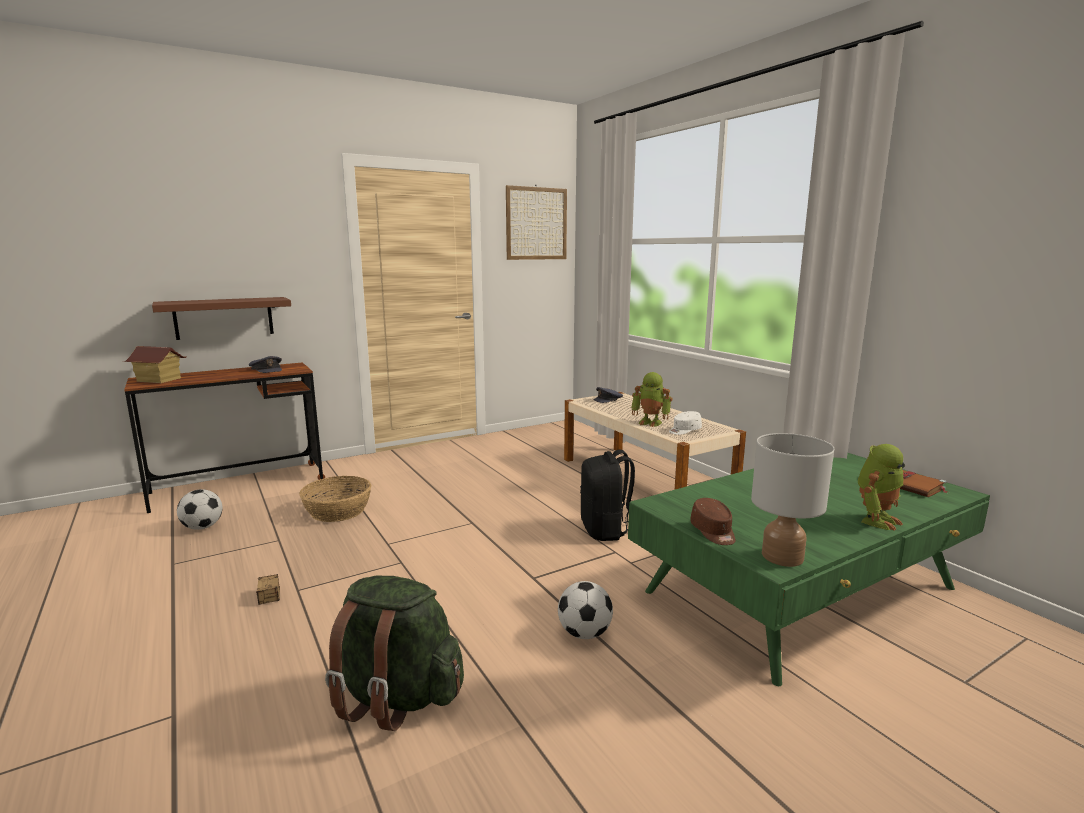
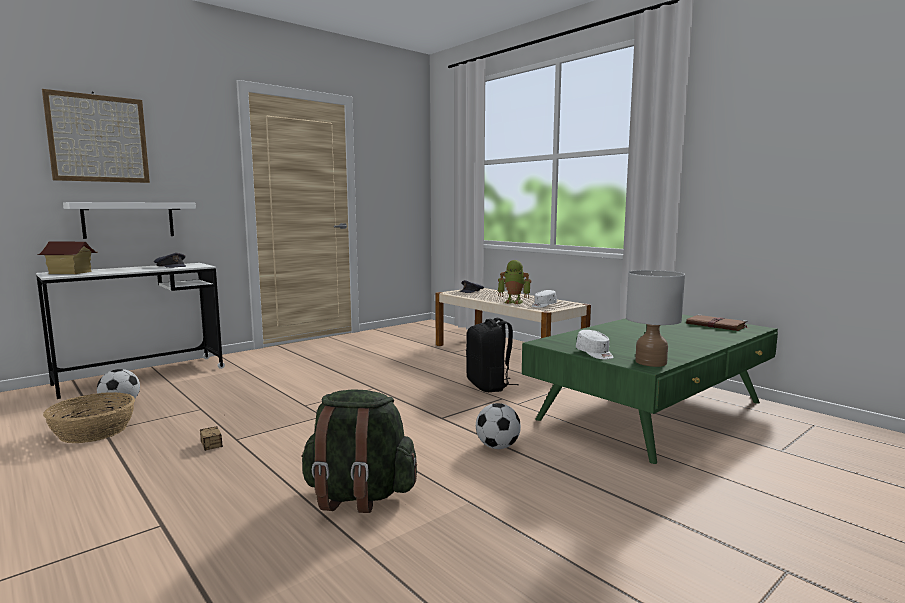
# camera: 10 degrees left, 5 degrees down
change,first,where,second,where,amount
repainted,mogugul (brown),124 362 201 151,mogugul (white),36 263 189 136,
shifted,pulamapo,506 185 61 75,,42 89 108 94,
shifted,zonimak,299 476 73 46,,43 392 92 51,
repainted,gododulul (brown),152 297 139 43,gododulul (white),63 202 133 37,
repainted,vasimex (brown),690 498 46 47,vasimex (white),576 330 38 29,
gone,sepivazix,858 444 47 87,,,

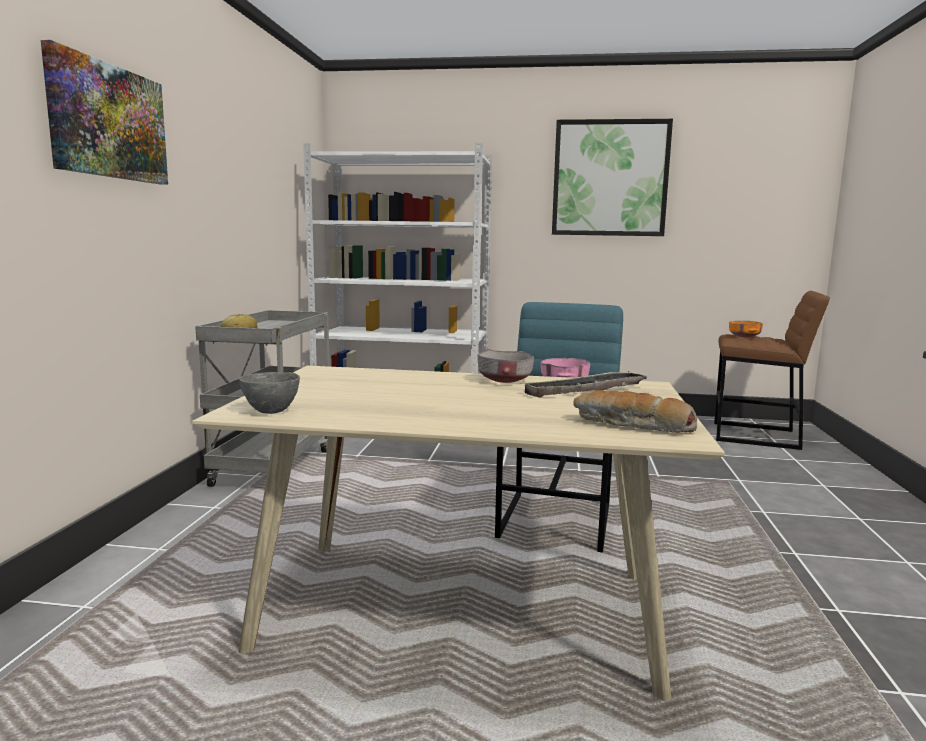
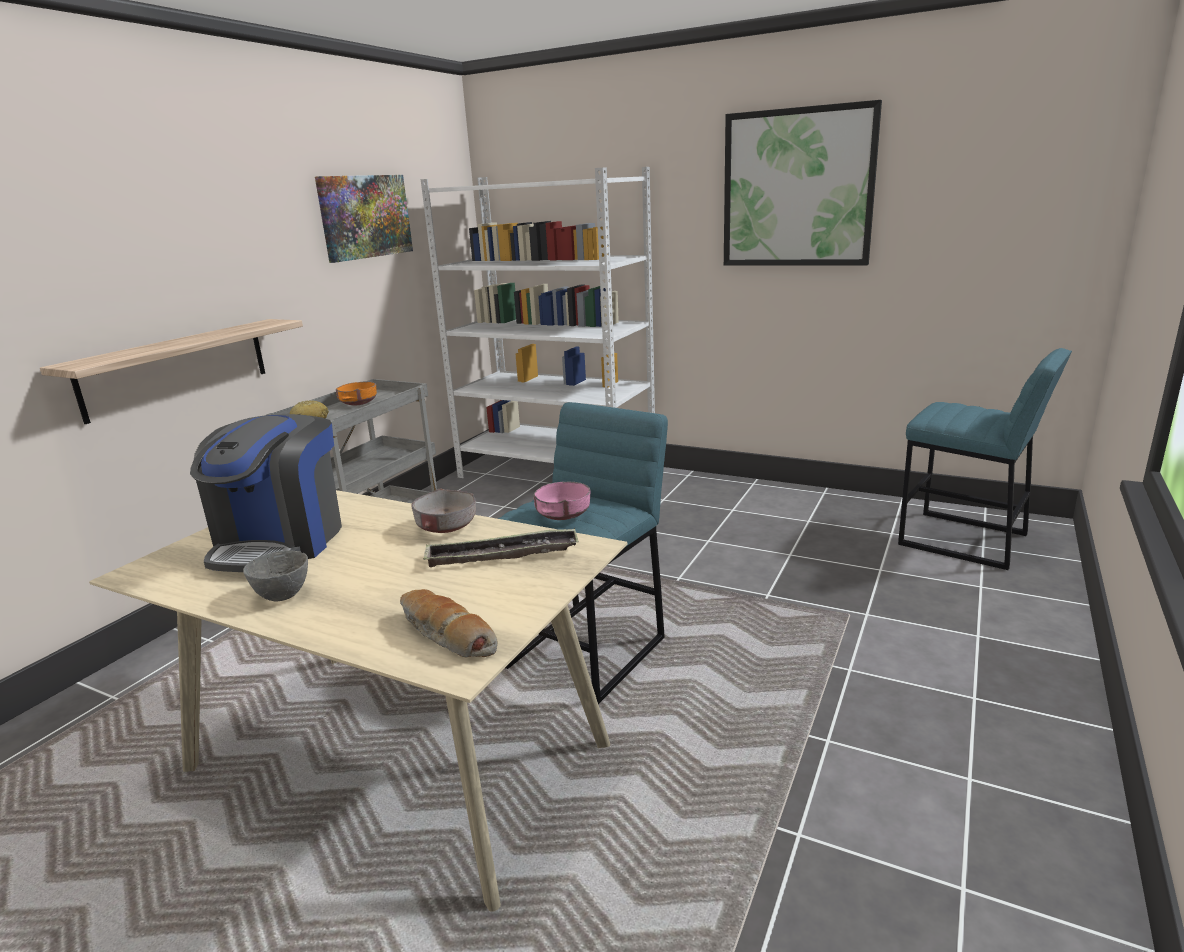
# camera: 20 degrees right, 10 degrees up
change,first,where,second,where,amount
new,,,gododulul,40 319 263 105,
new,,,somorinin,190 414 152 158,
shifted,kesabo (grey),239 372 61 42,,243 550 65 51,
shifted,pulamapo,41 40 127 145,,315 175 98 88,
shifted,kesabo (orange),729 321 34 17,,336 381 41 25,
repainted,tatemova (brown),714 291 116 159,tatemova (blue),898 348 174 222,

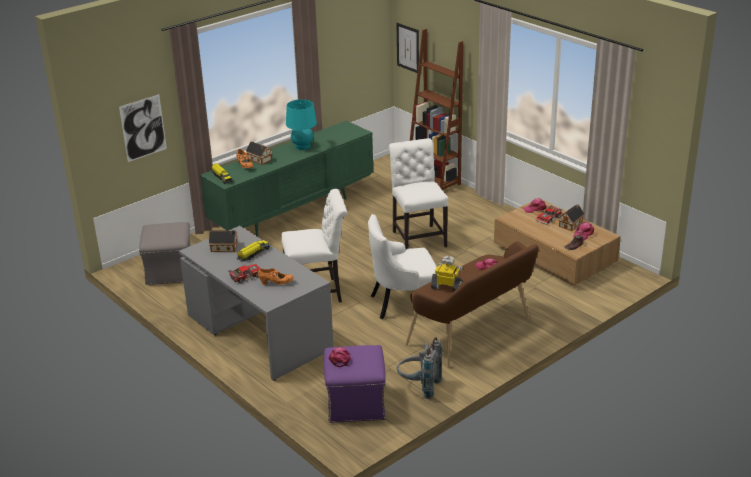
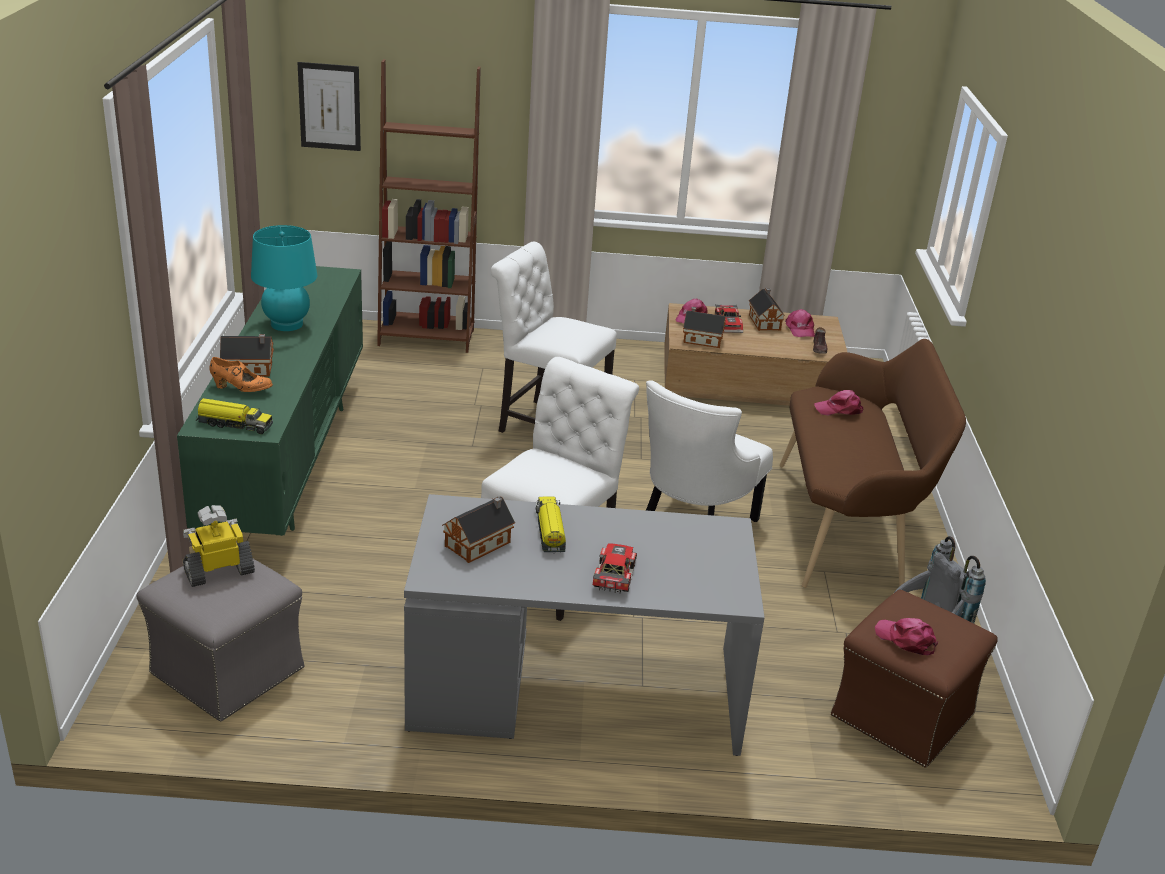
# camera: 50 degrees left, 0 degrees up
change,first,where,second,where,amount
shifted,sepivazix,431 256 32 36,,183 505 72 82,
new,,,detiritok,683 307 43 41,
repainted,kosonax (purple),324 345 62 78,kosonax (brown),831 590 167 178,
gone,pulamapo,119 94 48 68,,,
gone,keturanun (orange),258 268 36 17,,,

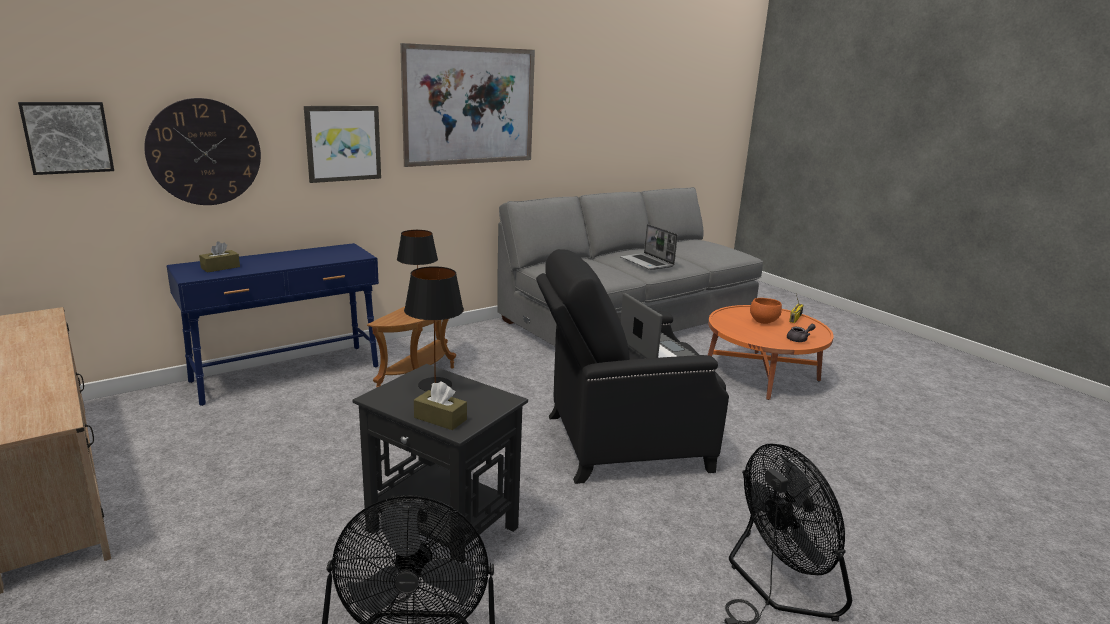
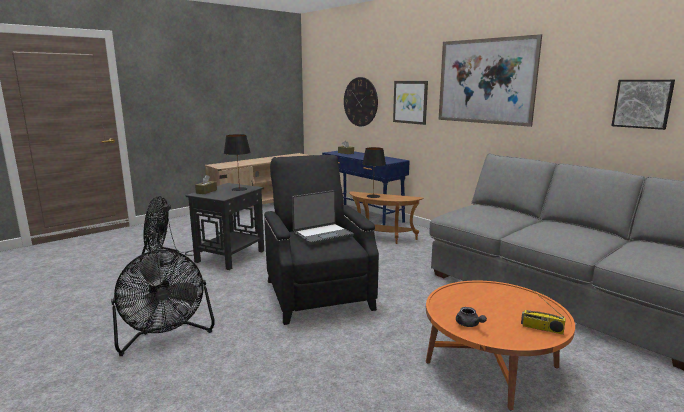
# camera: 85 degrees right, 5 degrees down
change,first,where,second,where,amount
shifted,pulamapo,18 102 96 73,,611 80 64 50,
gone,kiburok,620 224 58 46,,,
gone,kesabo (orange),750 298 32 26,,,

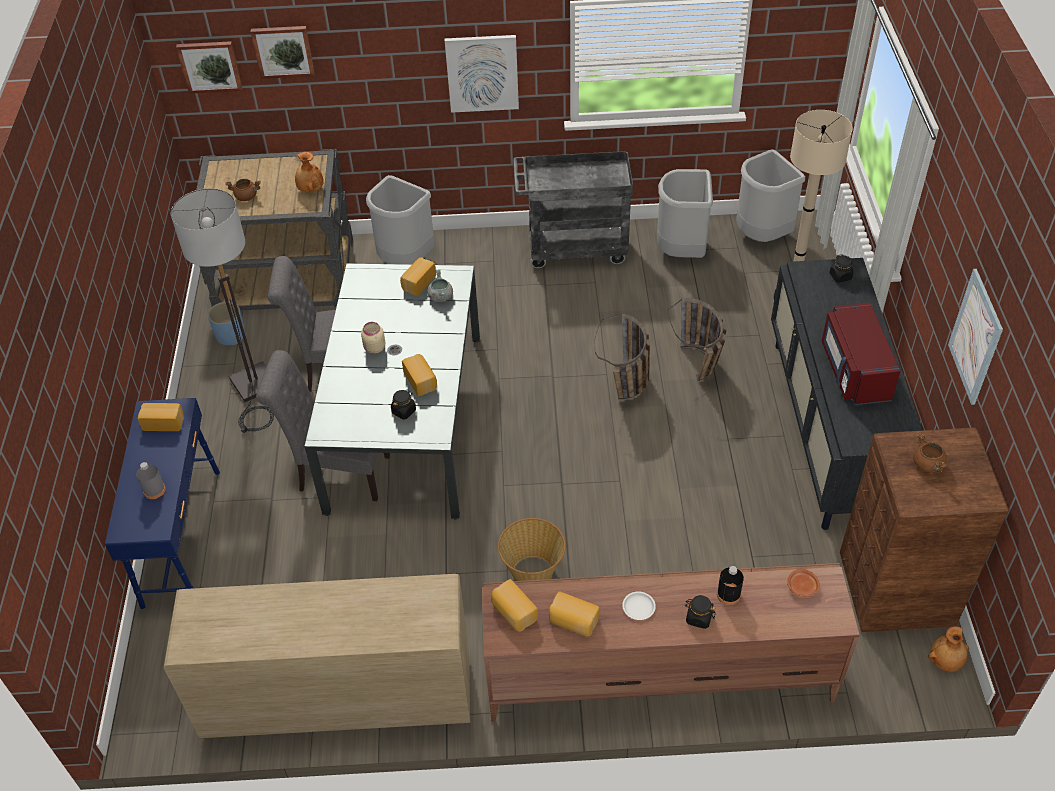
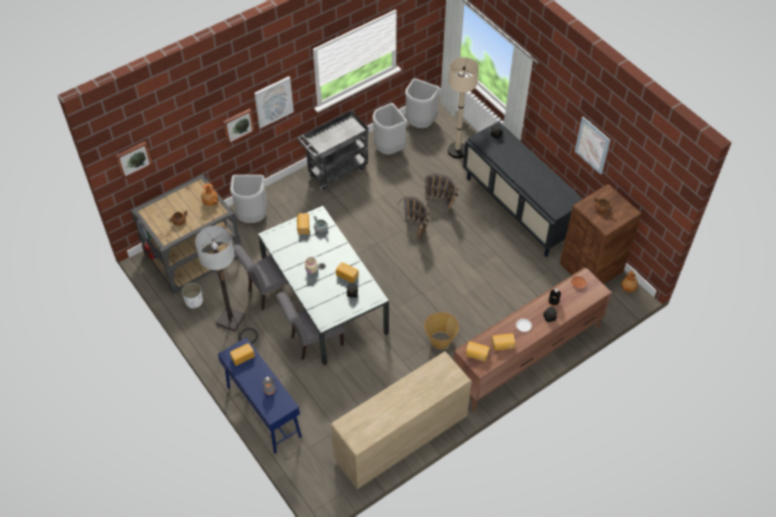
# camera: 35 degrees left, 5 degrees up
change,first,where,second,where,amount
repainted,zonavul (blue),208 302 37 43,zonavul (white),182 283 21 25,
shifted,pulamapo,250 26 65 53,,223 109 32 36,
gone,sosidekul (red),822 303 79 102,,,

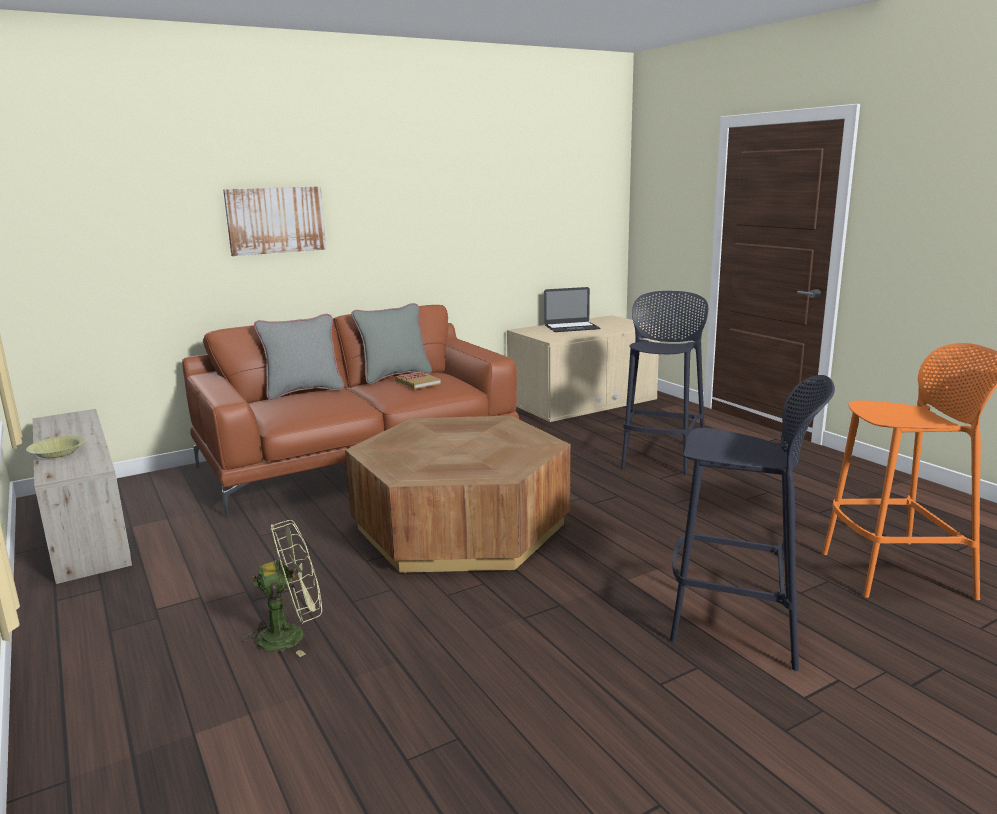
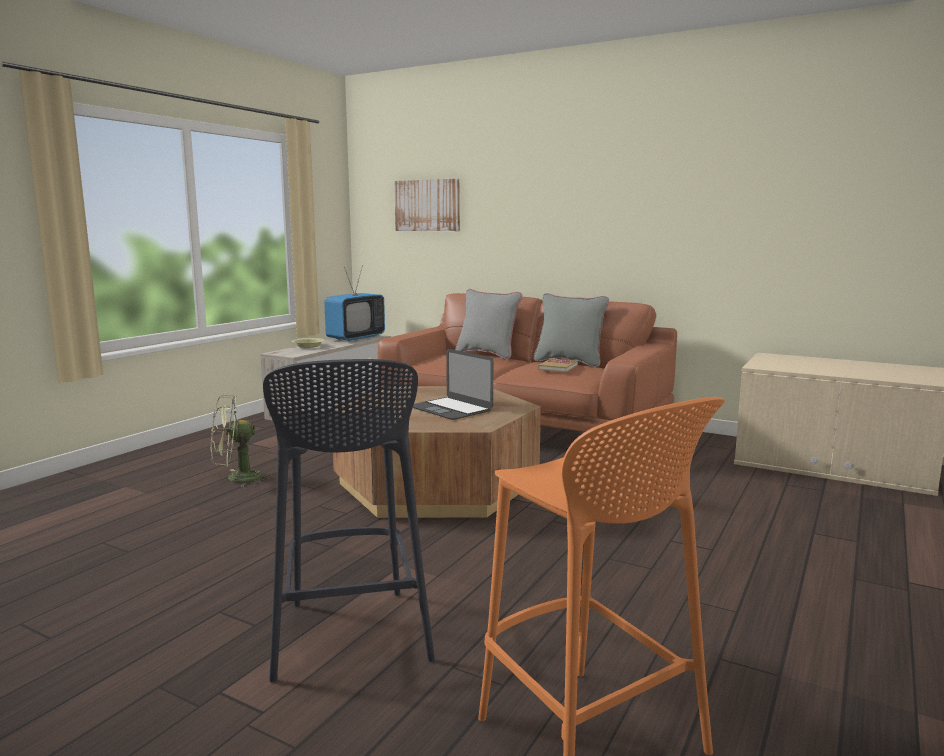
# camera: 60 degrees right, 5 degrees down
change,first,where,second,where,amount
rotated,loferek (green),242 520 80 137,,210 395 62 92,120 degrees clockwise
new,,,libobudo,324 267 61 74,
shifted,pulamapo,223 186 103 70,,394 179 66 52,
shifted,kiburok,544 287 56 45,,413 349 80 71,
gone,tatemova (grey),621 291 87 185,,,

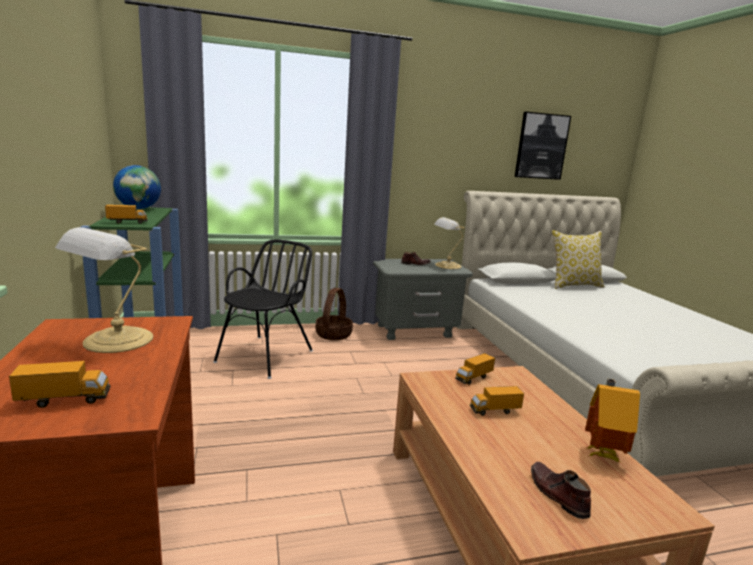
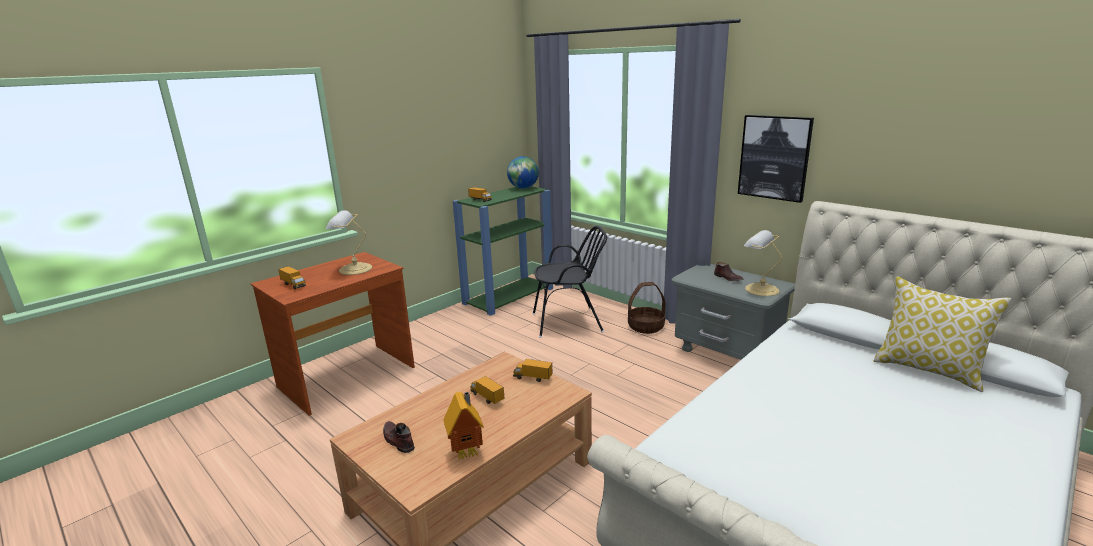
# camera: 60 degrees right, 5 degrees up
change,first,where,second,where,amount
rotated,keturanun (brown),531 462 60 57,,383 421 32 32,75 degrees counterclockwise
shifted,pulamapo,515 112 56 68,,738 115 76 88,

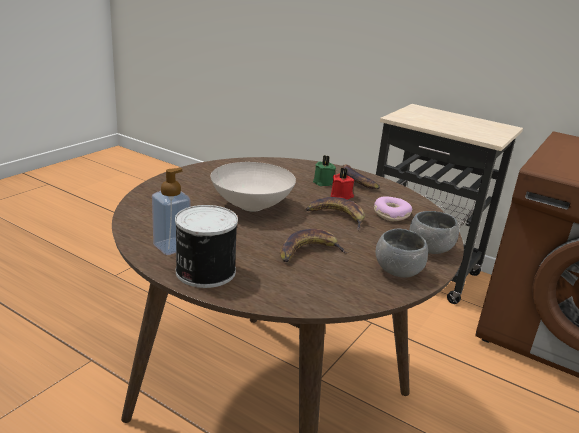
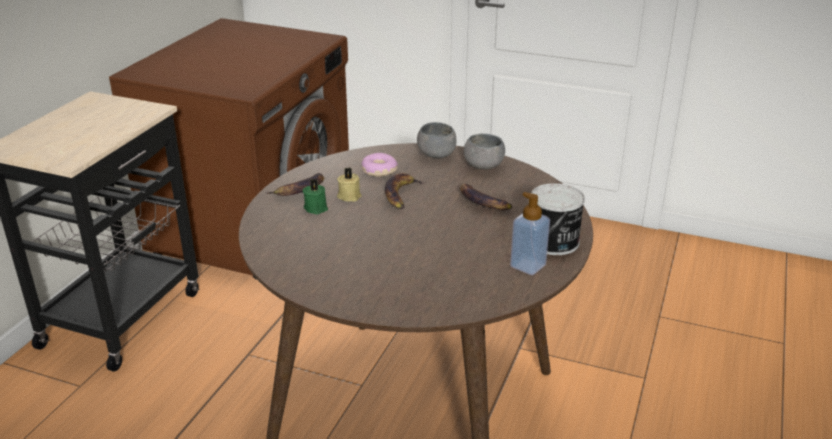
# camera: 100 degrees left, 5 degrees up
change,first,where,second,where,amount
repainted,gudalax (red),331 168 23 32,gudalax (beige),337 167 24 34,
gone,kesabo (white),211 162 85 50,,,

